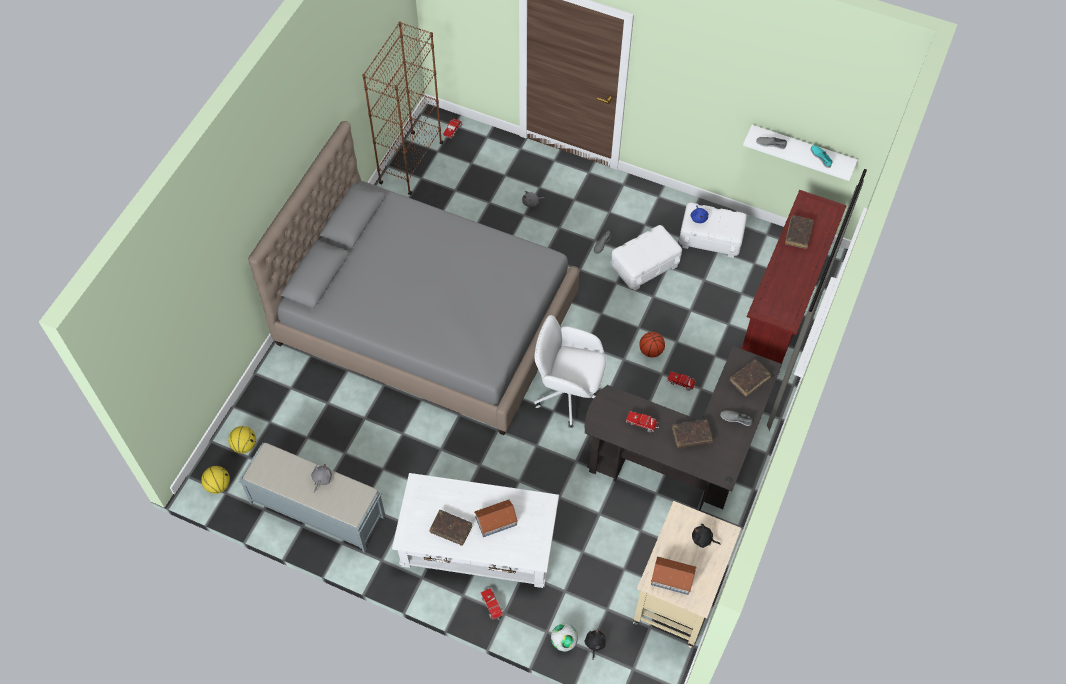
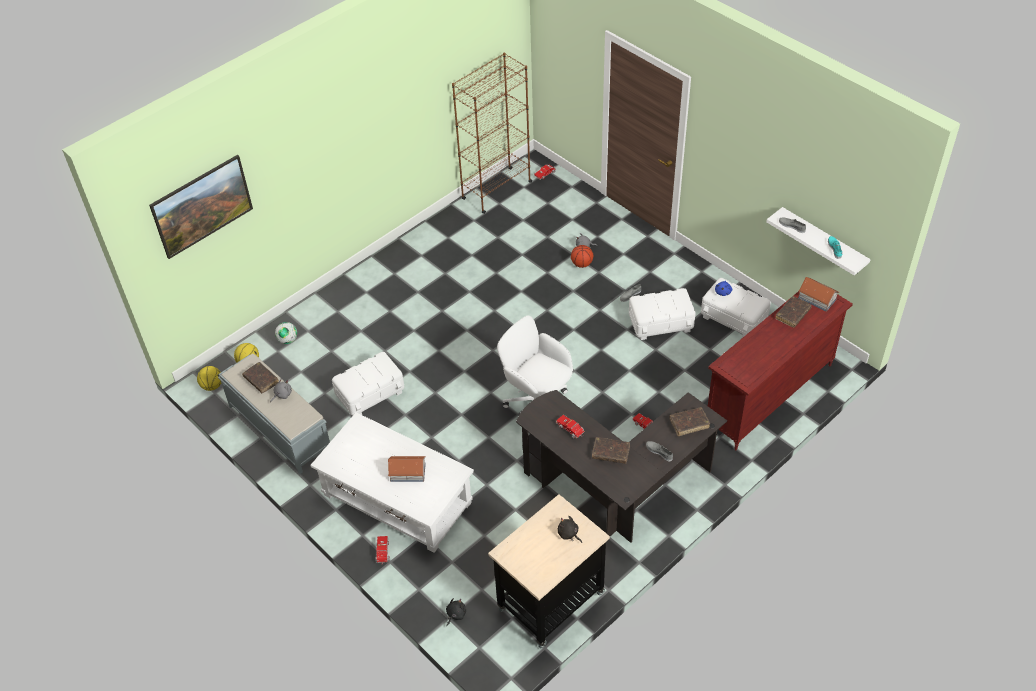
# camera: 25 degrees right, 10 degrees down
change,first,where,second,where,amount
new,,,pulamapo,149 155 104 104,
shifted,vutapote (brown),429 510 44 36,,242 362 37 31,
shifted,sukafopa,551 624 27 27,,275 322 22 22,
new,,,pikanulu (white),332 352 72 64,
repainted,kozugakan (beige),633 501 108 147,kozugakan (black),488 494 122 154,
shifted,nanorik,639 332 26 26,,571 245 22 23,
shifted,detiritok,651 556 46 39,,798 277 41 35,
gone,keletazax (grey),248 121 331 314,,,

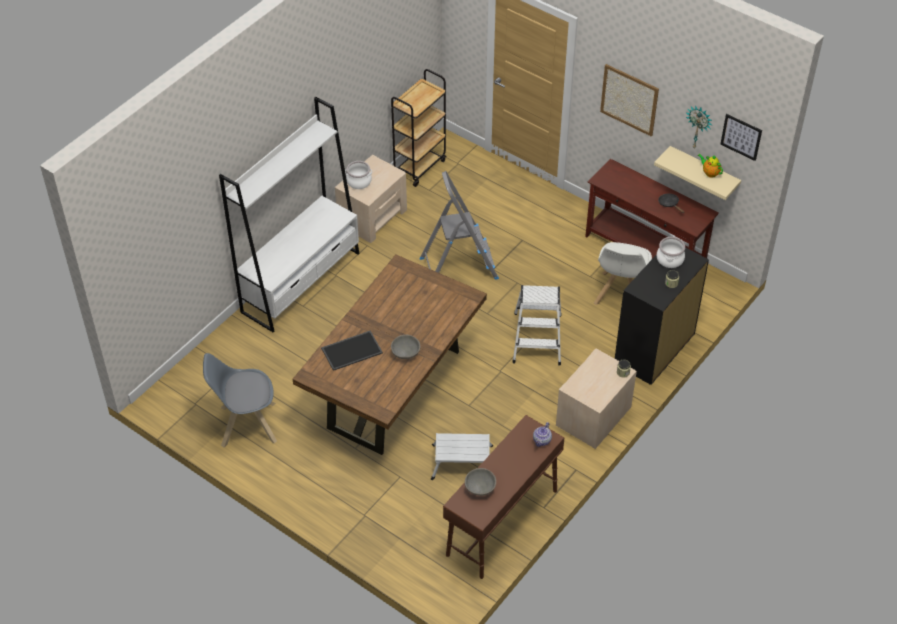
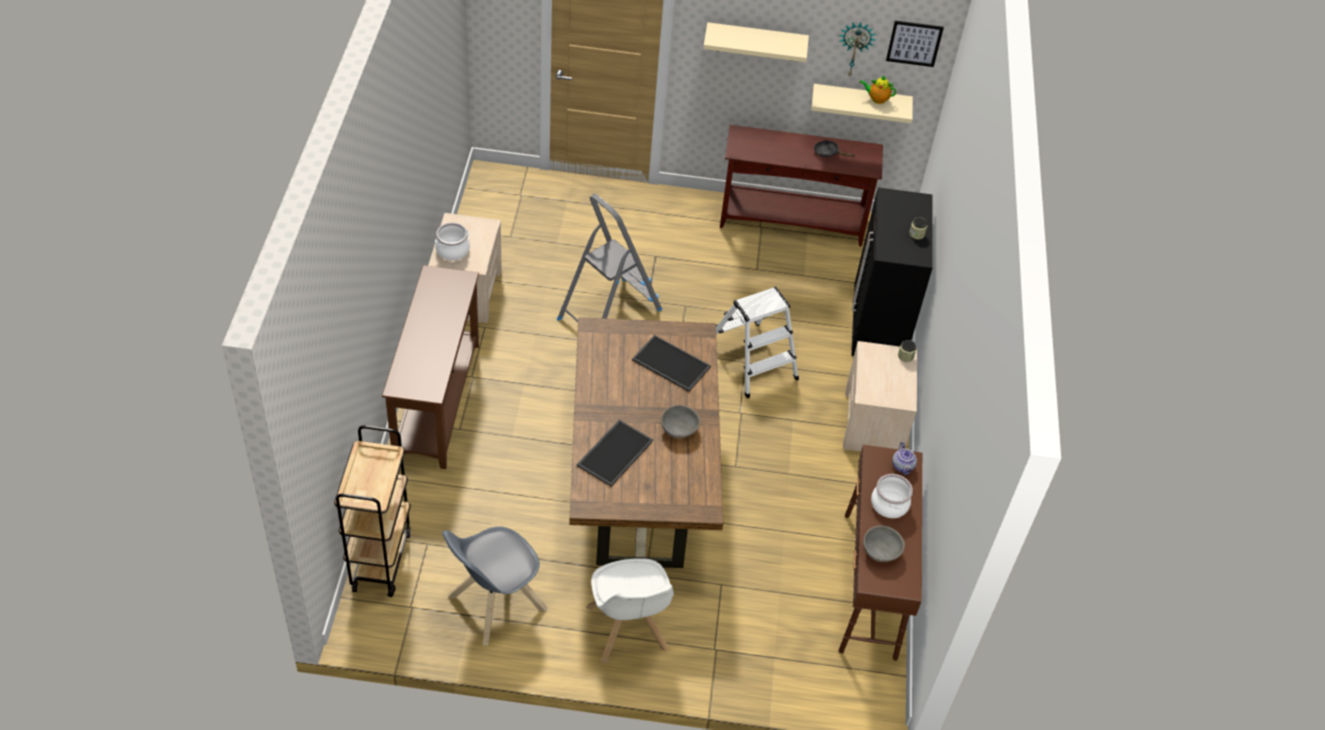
# camera: 35 degrees left, 0 degrees up
change,first,where,second,where,amount
shifted,kozugakan (brown),391 69 55 118,,334 425 77 172,
swapped,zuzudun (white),219 97 140 235,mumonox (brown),382 265 97 204,
shifted,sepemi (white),594 242 58 63,,586 558 88 106,
new,,,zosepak,632 335 79 57,
swapped,pulamapo,600 64 59 73,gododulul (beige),703 22 106 40,
shifted,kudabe,657 237 28 31,,871 474 42 44,
gone,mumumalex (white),431 433 63 47,,,

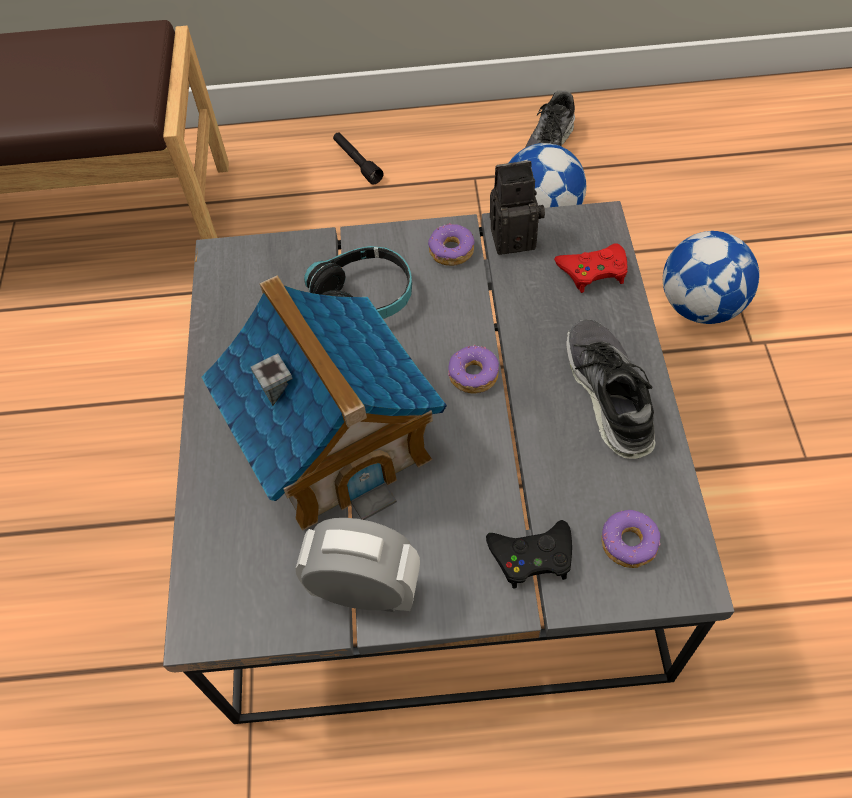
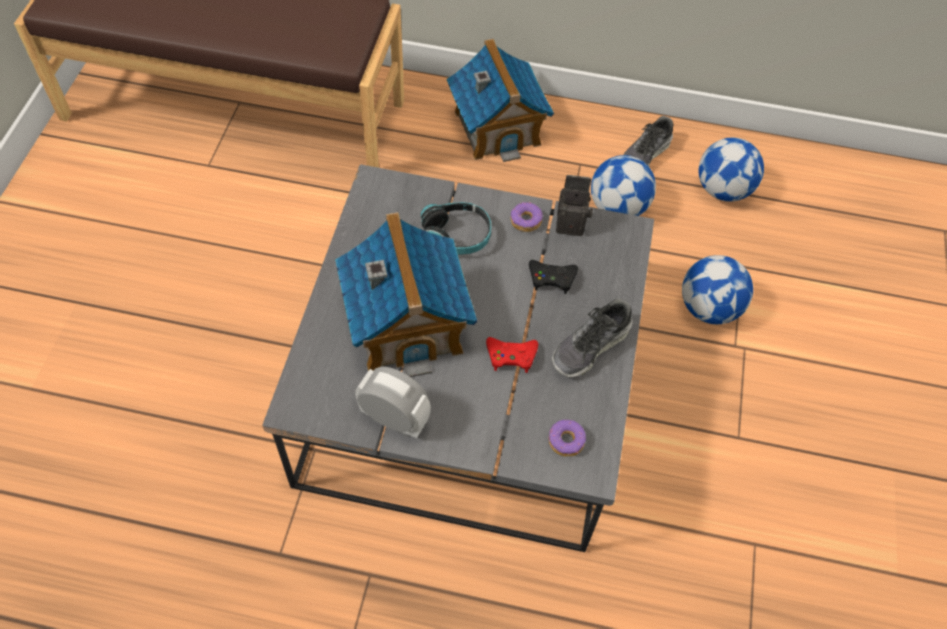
# camera: 10 degrees right, 0 degrees up
change,first,where,second,where,amount
swapped,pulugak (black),333 132 51 53,detiritok,446 38 108 124,
shifted,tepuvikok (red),554 243 73 50,,486 337 52 36,
shifted,tepuvikok (black),486 520 86 69,,529 260 49 34,
rotated,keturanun,567 319 89 140,,552 299 81 78,135 degrees counterclockwise
new,,,sukafopa,699 138 65 63,
gone,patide,448 345 51 49,,,

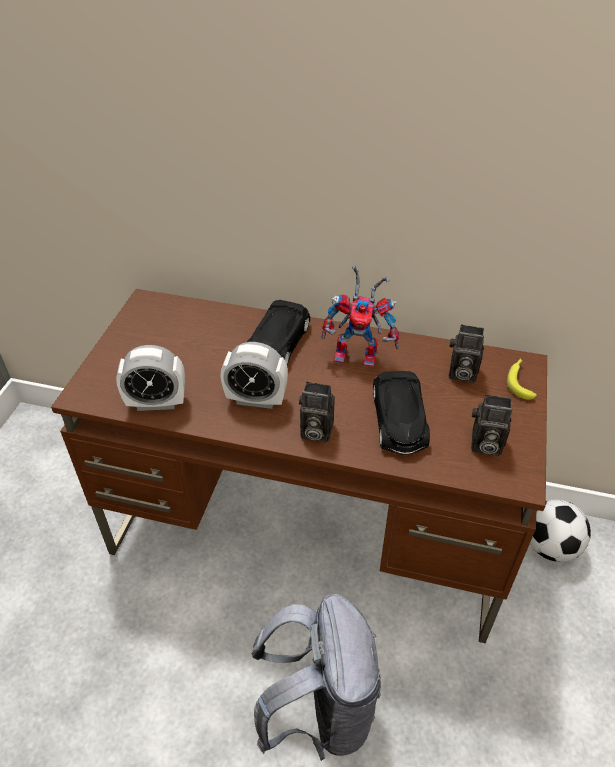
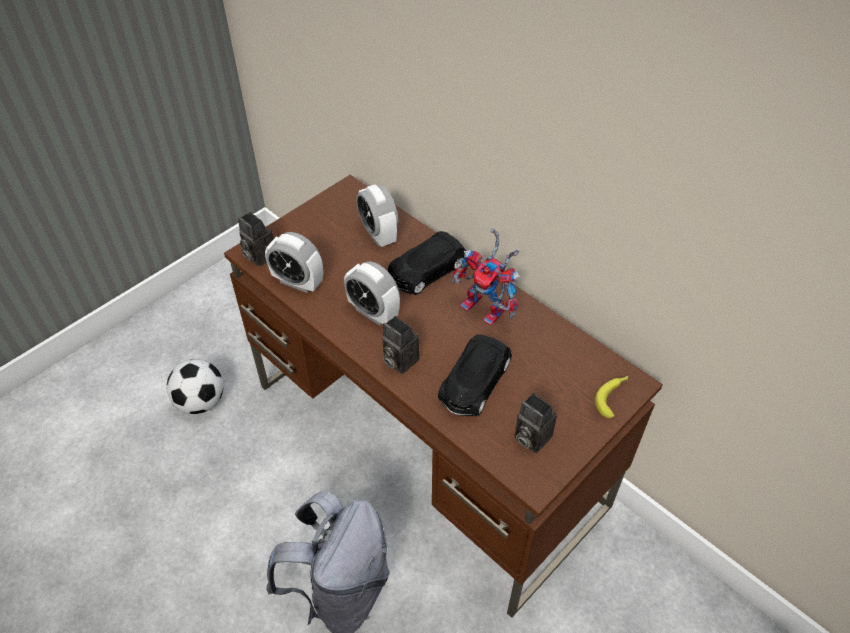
# camera: 30 degrees right, 5 degrees up
change,first,where,second,where,amount
shifted,sukafopa,530 500 61 62,,167 359 57 55,
shifted,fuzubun,449 324 35 59,,238 212 36 55,
new,,,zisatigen,356 184 43 63,

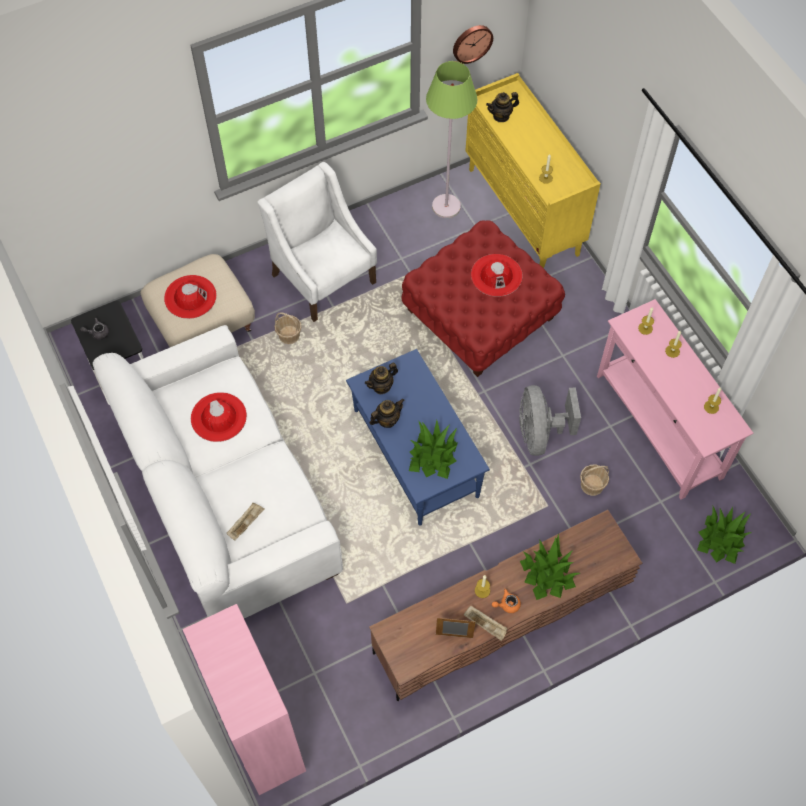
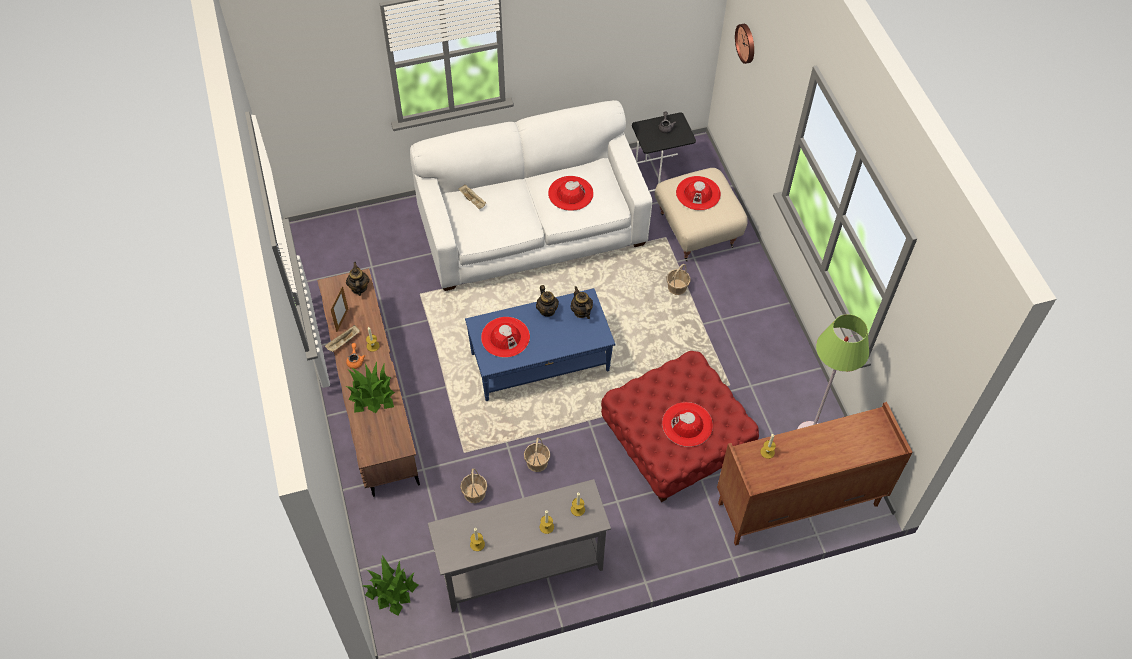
# camera: 100 degrees right, 5 degrees down
change,first,where,second,where,amount
shifted,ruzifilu,486 92 33 30,,346 262 24 34,
repainted,mumonox (pink),597 299 156 201,mumonox (grey),428 479 183 133,
swapped,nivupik,409 420 49 59,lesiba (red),481 317 49 41,
swapped,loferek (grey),519 385 62 71,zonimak,524 437 26 35,
repainted,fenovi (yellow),466 73 135 195,fenovi (brown),717 402 196 144,
shifted,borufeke,453 25 40 39,,735 24 19 40,
gone,zuzudun (pink),182 604 124 191,,,
gone,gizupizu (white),257 162 120 160,,,

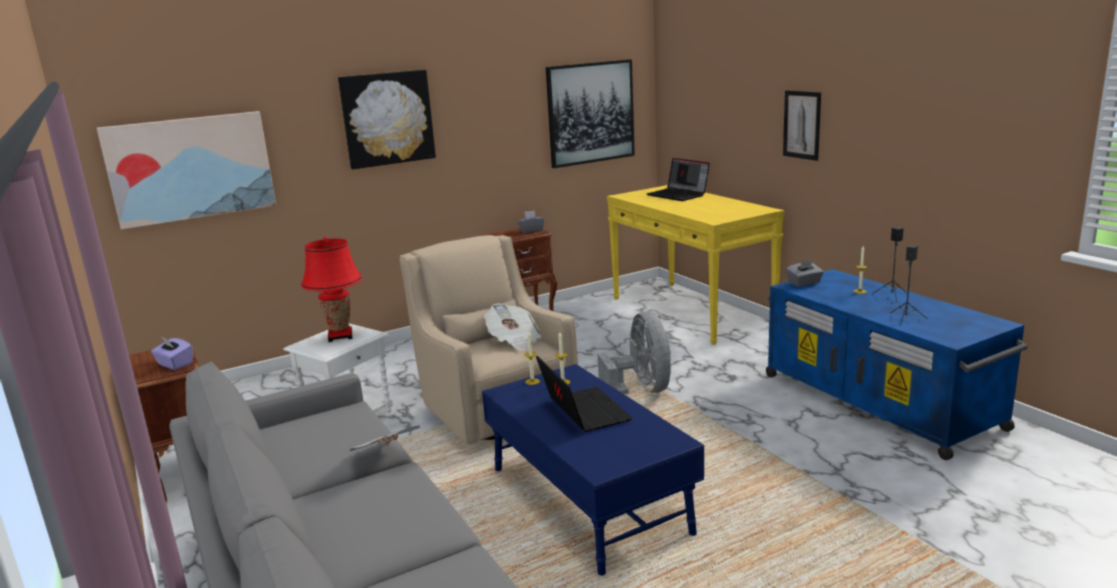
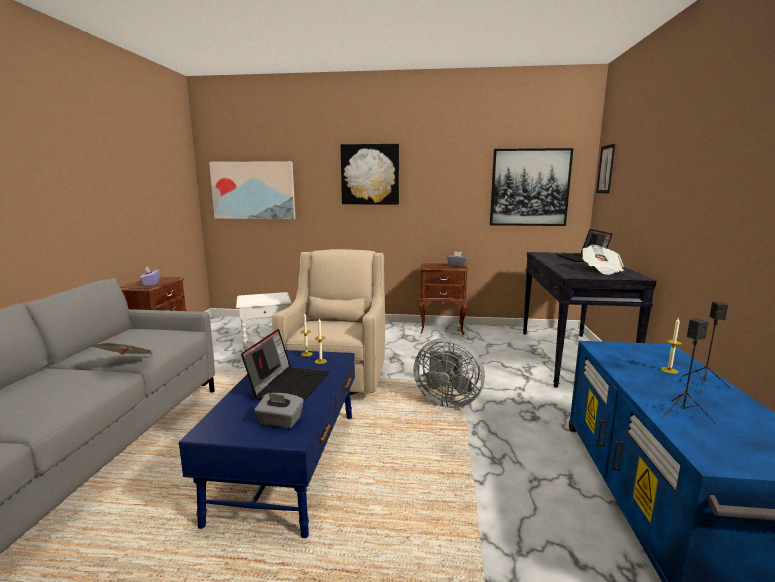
# camera: 35 degrees right, 5 degrees down
change,first,where,second,where,amount
shifted,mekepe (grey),786 260 38 27,,254 393 50 35,
rotated,loferek (grey),598 311 73 83,,413 338 72 70,90 degrees clockwise
repainted,mumonox (yellow),607 185 177 160,mumonox (black),523 252 134 136,
shifted,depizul,484 303 58 47,,582 245 42 30,
shifted,pulamapo,783 90 38 71,,596 144 20 50,
gone,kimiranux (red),301 236 61 106,,,

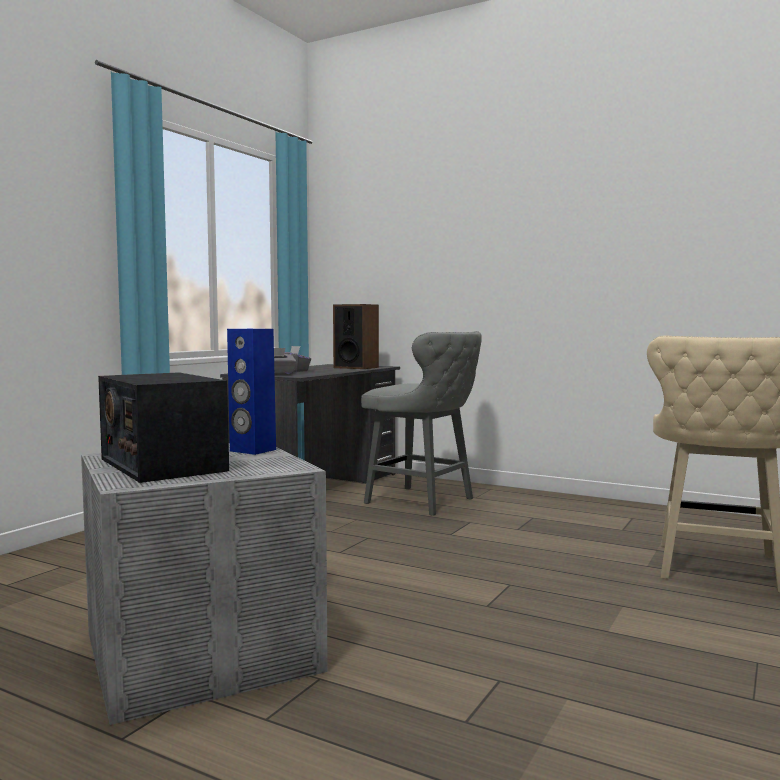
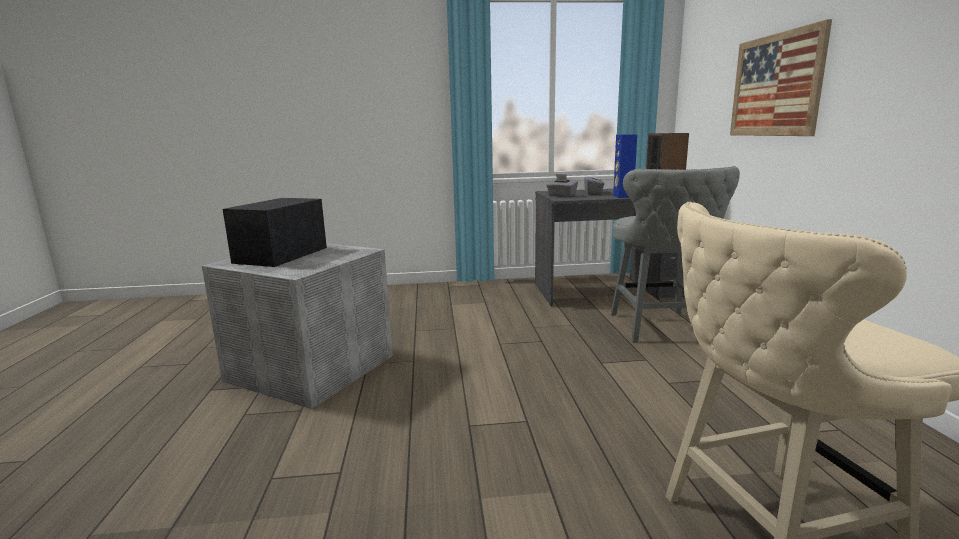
# camera: 55 degrees right, 10 degrees up
change,first,where,second,where,amount
shifted,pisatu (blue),227 329 49 126,,613 134 24 64,
new,,,pulamapo,730 19 102 117,

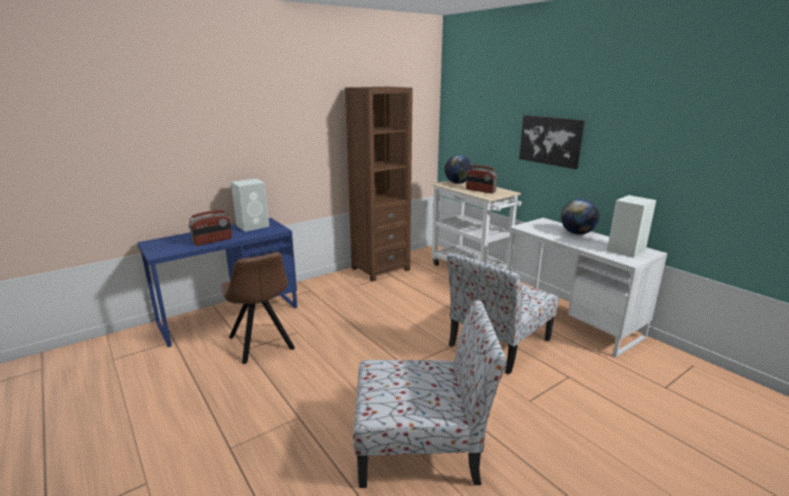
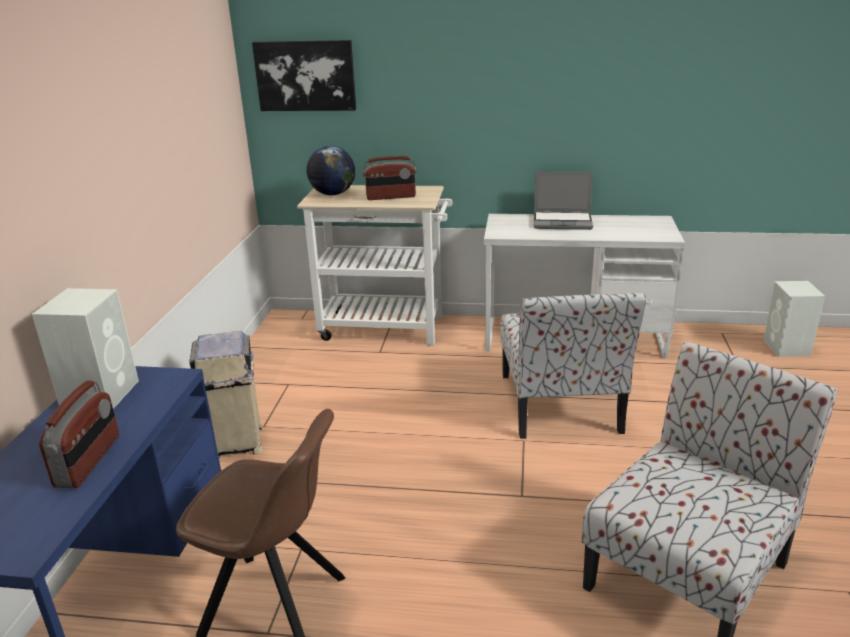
# camera: 45 degrees left, 5 degrees up
change,first,where,second,where,amount
new,,,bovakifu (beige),190 331 73 127,
shifted,pulamapo,519 115 66 54,,252 40 104 71,
swapped,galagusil,561 199 38 36,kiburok,534 172 59 58,
shifted,pisatu (white),607 195 49 63,,764 281 61 76,
gone,zuzudun (brown),345 87 68 195,,,

